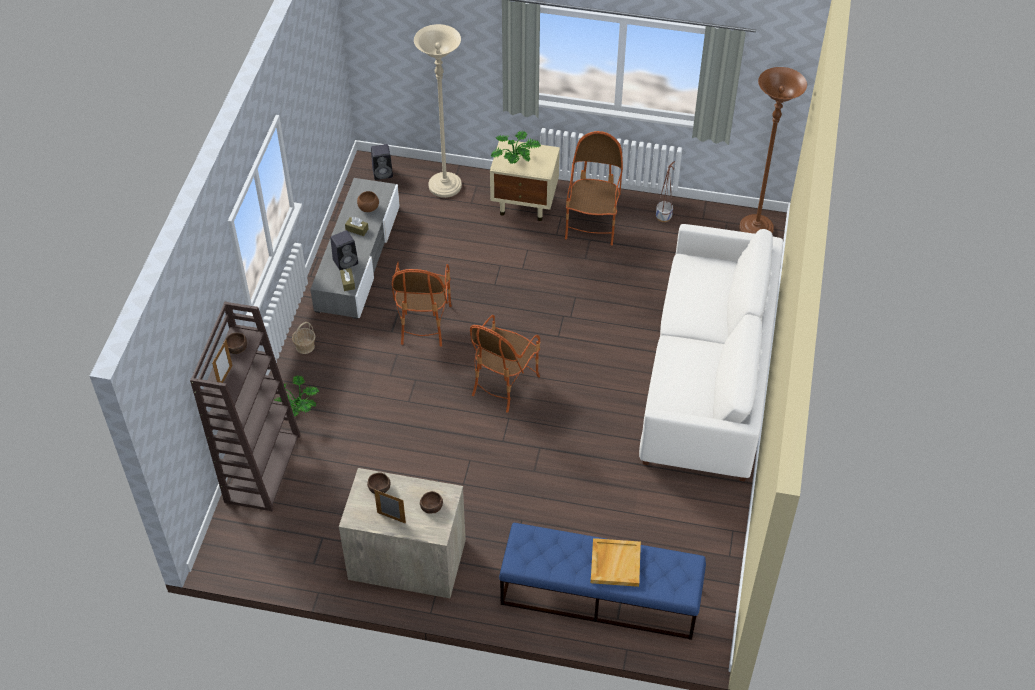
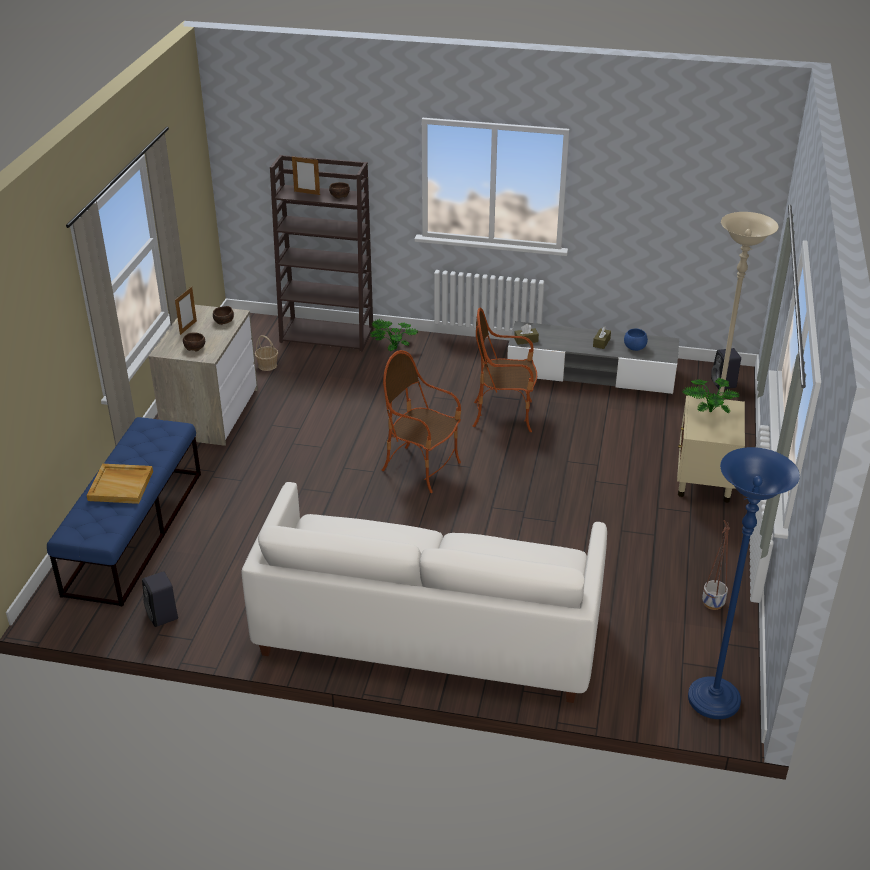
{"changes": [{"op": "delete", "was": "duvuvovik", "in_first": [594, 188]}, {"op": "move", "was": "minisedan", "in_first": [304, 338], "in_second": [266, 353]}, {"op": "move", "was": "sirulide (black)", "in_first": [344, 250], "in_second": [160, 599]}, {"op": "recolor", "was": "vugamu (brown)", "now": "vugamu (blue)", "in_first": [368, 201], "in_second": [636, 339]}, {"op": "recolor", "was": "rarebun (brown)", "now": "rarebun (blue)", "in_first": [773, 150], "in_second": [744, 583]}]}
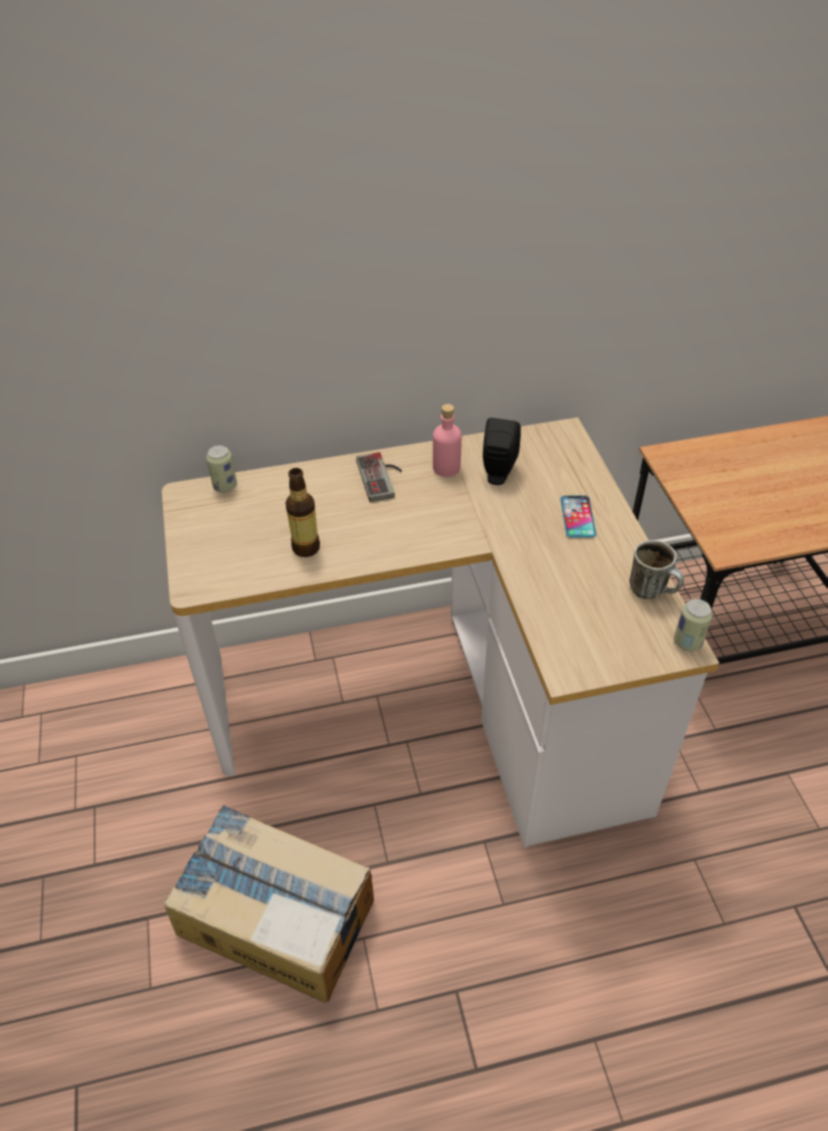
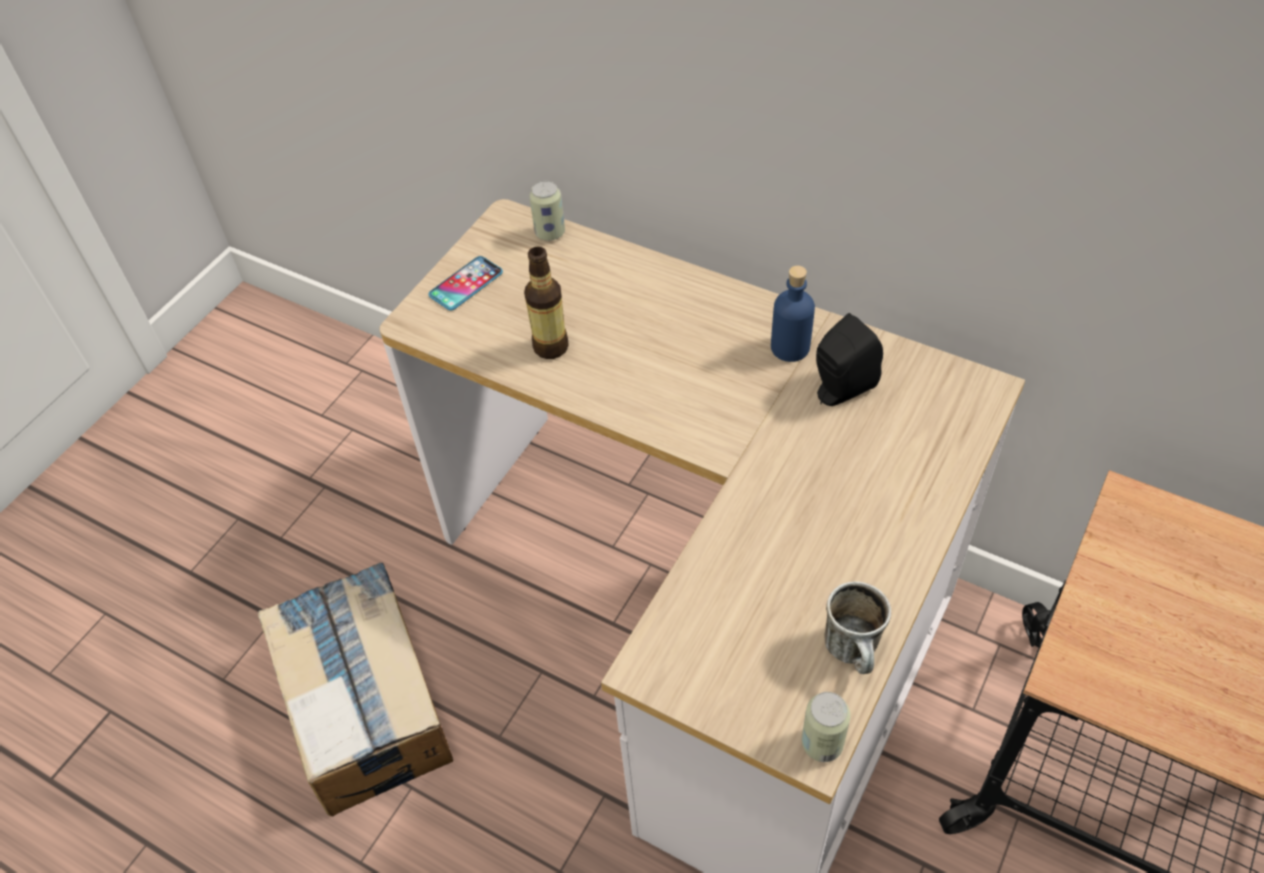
{"changes": [{"op": "delete", "was": "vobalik", "in_first": [379, 477]}, {"op": "move", "was": "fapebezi", "in_first": [578, 516], "in_second": [466, 283]}, {"op": "recolor", "was": "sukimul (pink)", "now": "sukimul (blue)", "in_first": [447, 440], "in_second": [793, 314]}]}
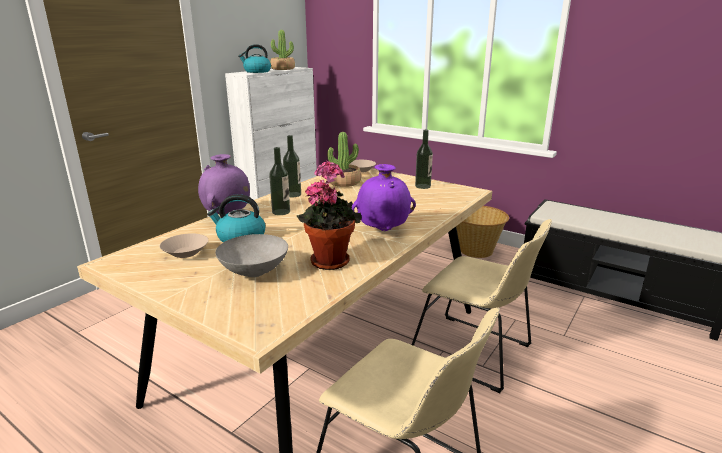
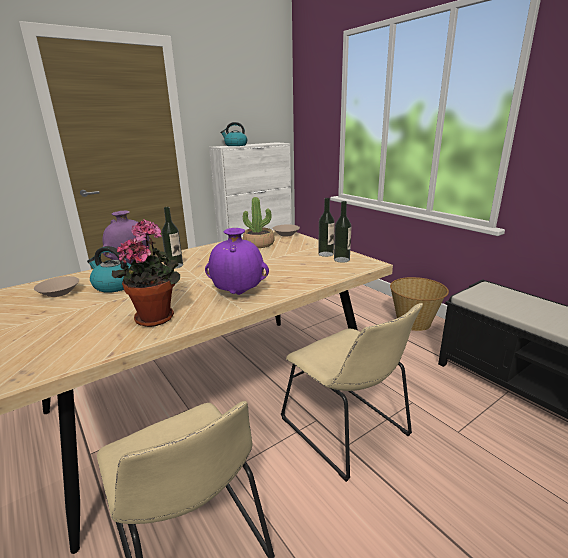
{"changes": [{"op": "delete", "was": "vugamu (grey)", "in_first": [251, 255]}, {"op": "delete", "was": "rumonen", "in_first": [282, 50]}, {"op": "move", "was": "sukimul", "in_first": [292, 166], "in_second": [342, 232]}]}
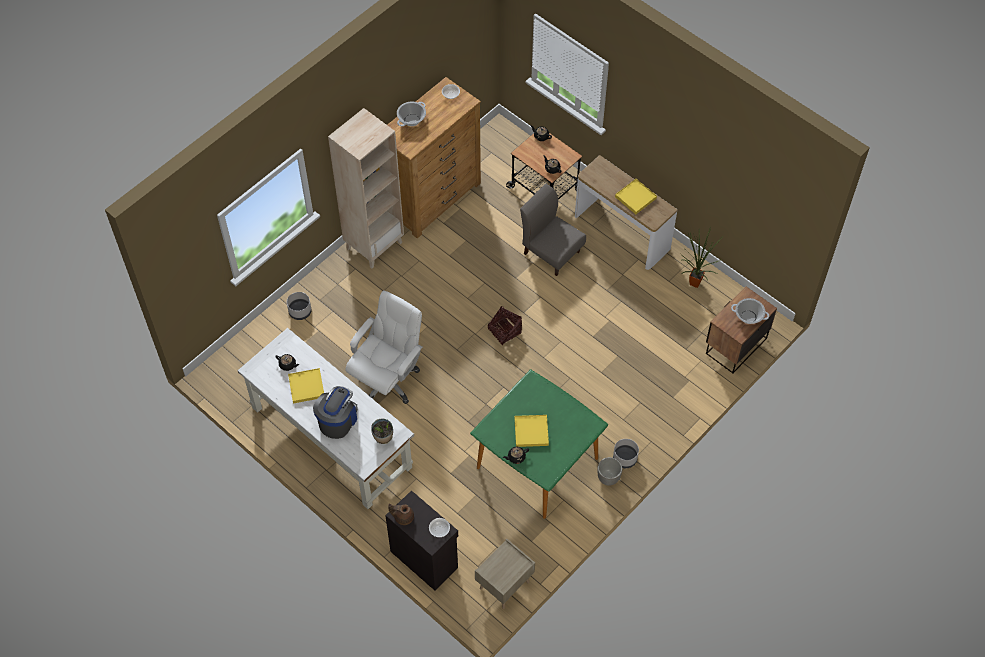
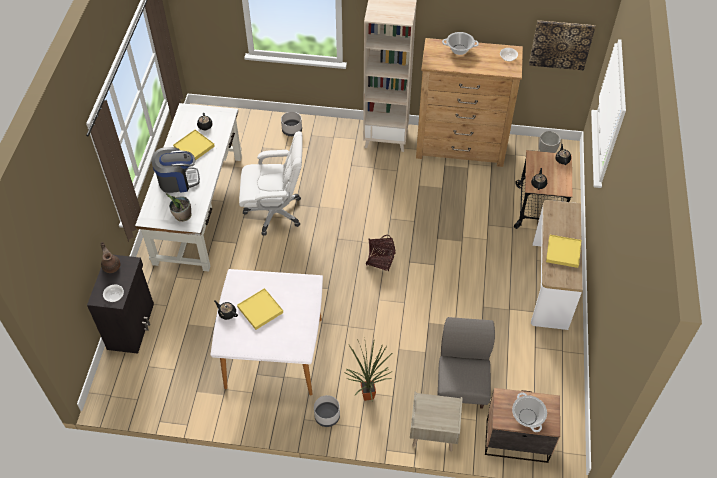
{"changes": [{"op": "insert", "now": "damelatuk", "in_second": [562, 45]}, {"op": "move", "was": "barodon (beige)", "in_first": [505, 573], "in_second": [436, 422]}, {"op": "move", "was": "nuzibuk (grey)", "in_first": [553, 230], "in_second": [466, 363]}, {"op": "move", "was": "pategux", "in_first": [609, 471], "in_second": [550, 142]}, {"op": "move", "was": "rumonen", "in_first": [701, 257], "in_second": [368, 370]}, {"op": "recolor", "was": "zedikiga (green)", "now": "zedikiga (white)", "in_first": [539, 444], "in_second": [266, 332]}]}
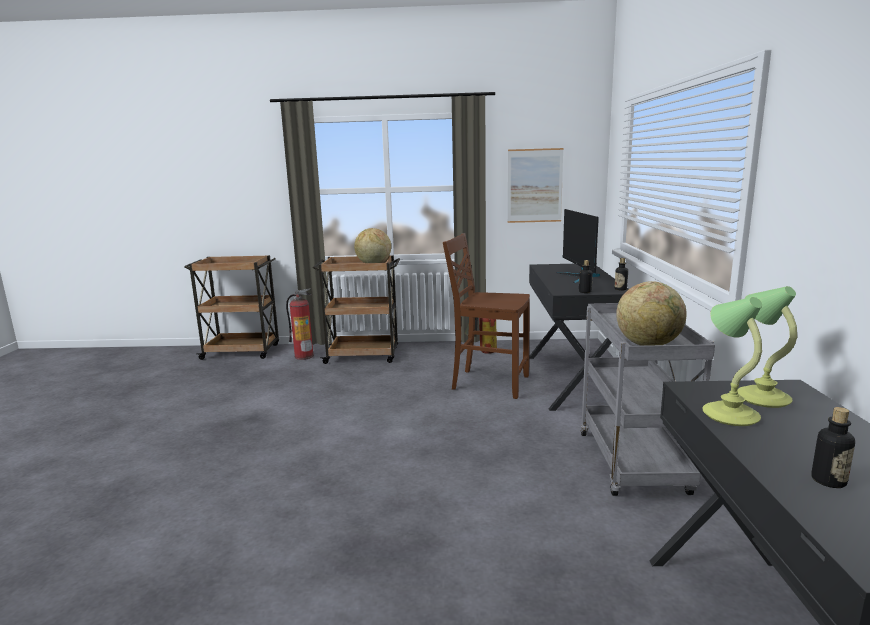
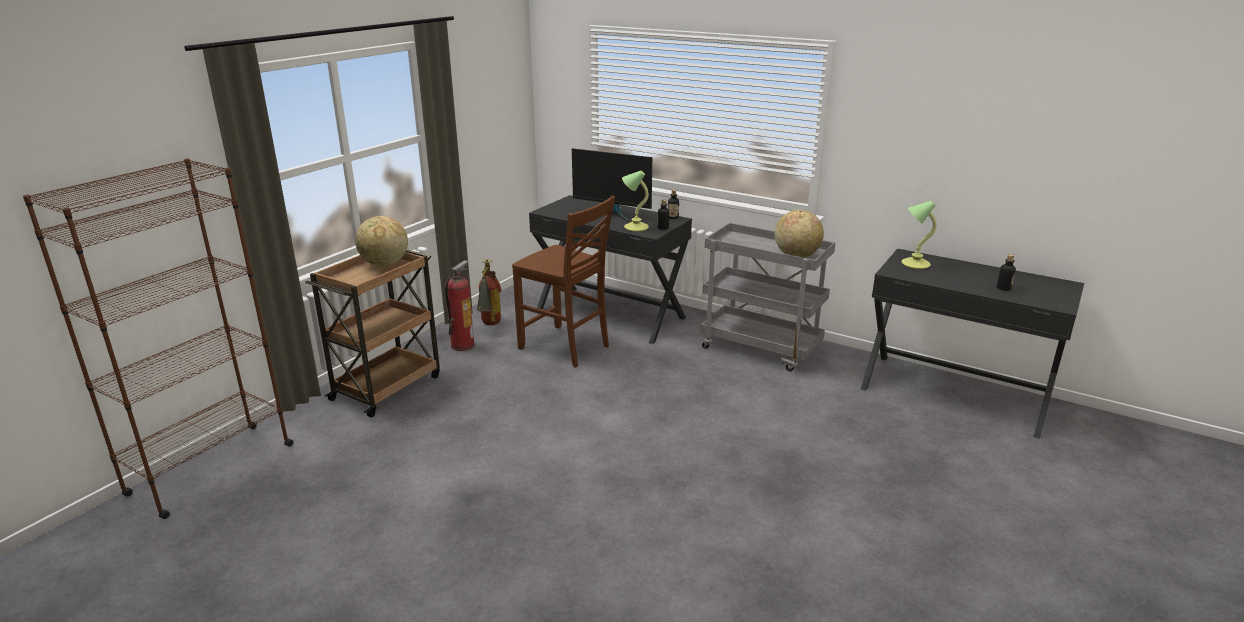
{"changes": [{"op": "delete", "was": "damelatuk", "in_first": [536, 185]}, {"op": "move", "was": "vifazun", "in_first": [300, 324], "in_second": [460, 305]}, {"op": "move", "was": "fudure", "in_first": [732, 361], "in_second": [635, 201]}, {"op": "replace", "was": "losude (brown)", "now": "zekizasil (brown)", "in_first": [231, 307], "in_second": [158, 338]}, {"op": "rotate", "was": "nuzibuk (brown)", "in_first": [486, 316], "in_second": [563, 282], "clockwise": -105}]}
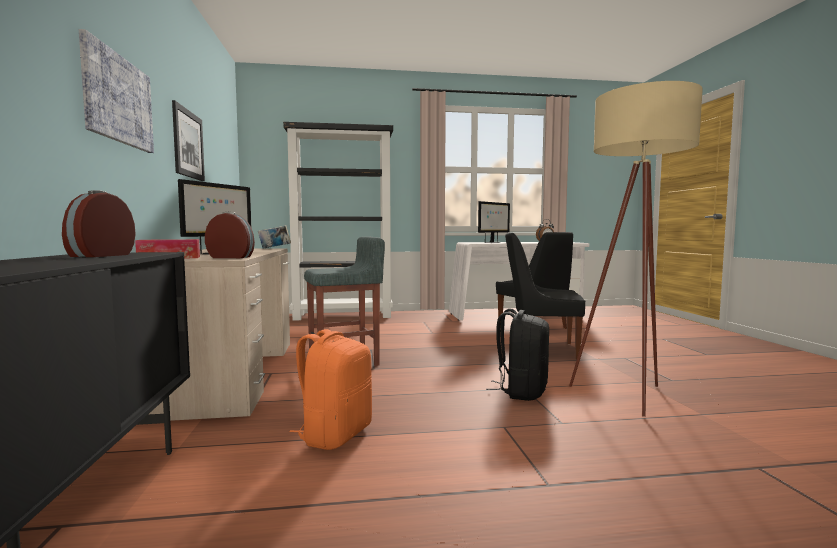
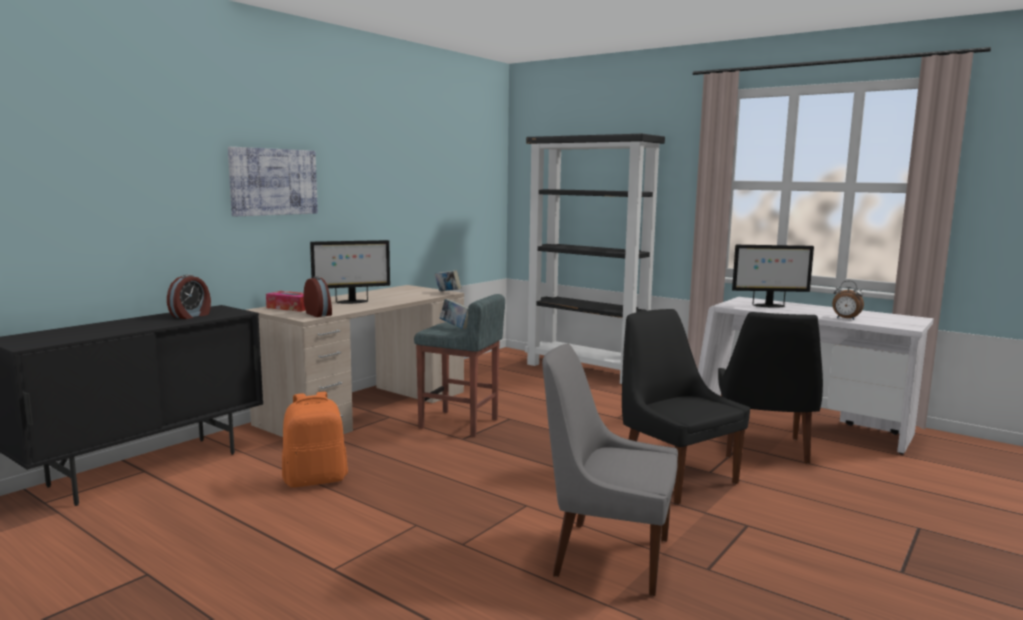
{"changes": [{"op": "delete", "was": "damelatuk", "in_first": [188, 140]}, {"op": "delete", "was": "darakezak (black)", "in_first": [517, 355]}, {"op": "insert", "now": "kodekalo", "in_second": [454, 314]}, {"op": "replace", "was": "rarebun (beige)", "now": "nuzibuk (grey)", "in_first": [636, 249], "in_second": [610, 470]}, {"op": "rotate", "was": "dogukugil", "in_first": [99, 223], "in_second": [189, 296], "clockwise": 150}]}
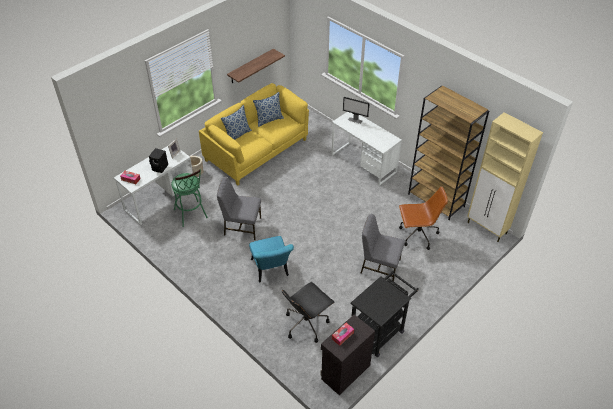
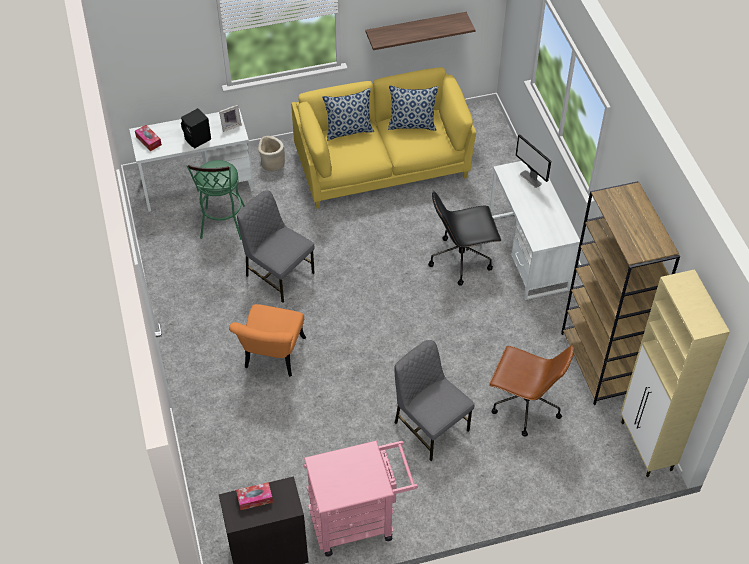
{"changes": [{"op": "move", "was": "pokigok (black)", "in_first": [308, 312], "in_second": [464, 238]}, {"op": "recolor", "was": "nuzibuk (turquoise)", "now": "nuzibuk (orange)", "in_first": [271, 259], "in_second": [267, 340]}, {"op": "recolor", "was": "losude (black)", "now": "losude (pink)", "in_first": [384, 313], "in_second": [361, 498]}]}
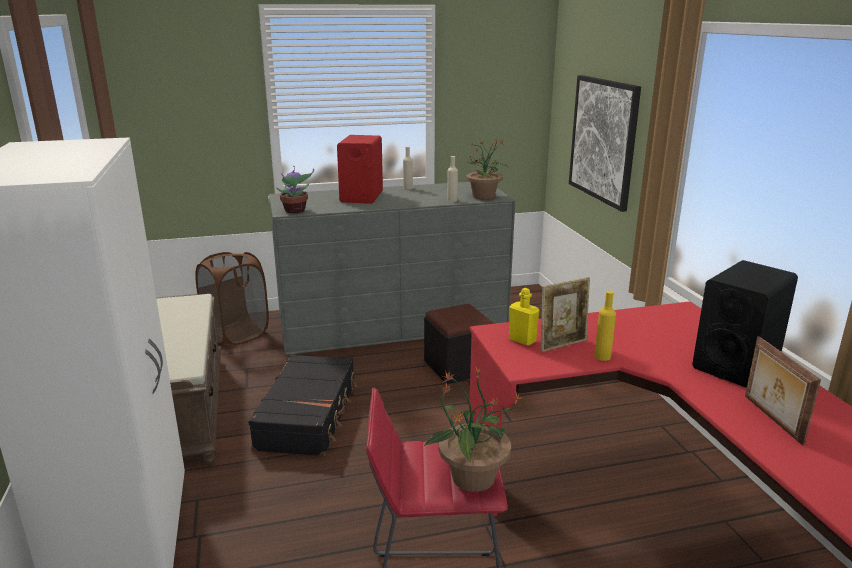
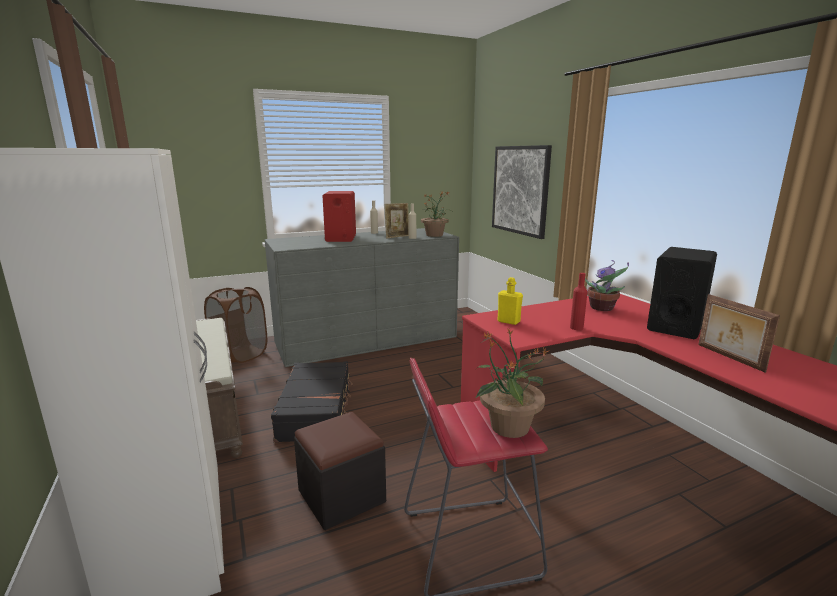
{"changes": [{"op": "move", "was": "rumonen", "in_first": [295, 189], "in_second": [607, 285]}, {"op": "move", "was": "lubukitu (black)", "in_first": [459, 344], "in_second": [340, 471]}, {"op": "move", "was": "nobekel", "in_first": [565, 314], "in_second": [396, 220]}, {"op": "recolor", "was": "sukimul (yellow)", "now": "sukimul (red)", "in_first": [605, 326], "in_second": [579, 301]}]}
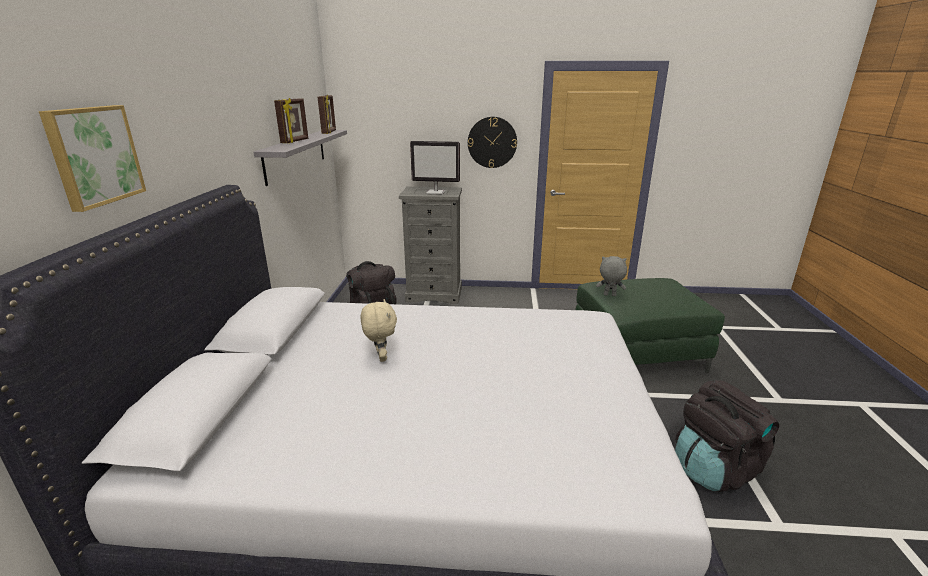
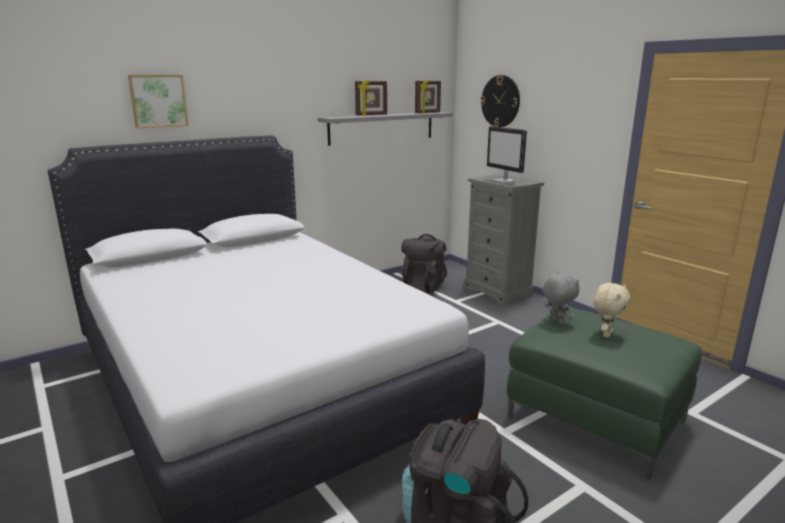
{"changes": [{"op": "move", "was": "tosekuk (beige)", "in_first": [378, 330], "in_second": [611, 310]}, {"op": "move", "was": "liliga", "in_first": [492, 142], "in_second": [500, 101]}]}
